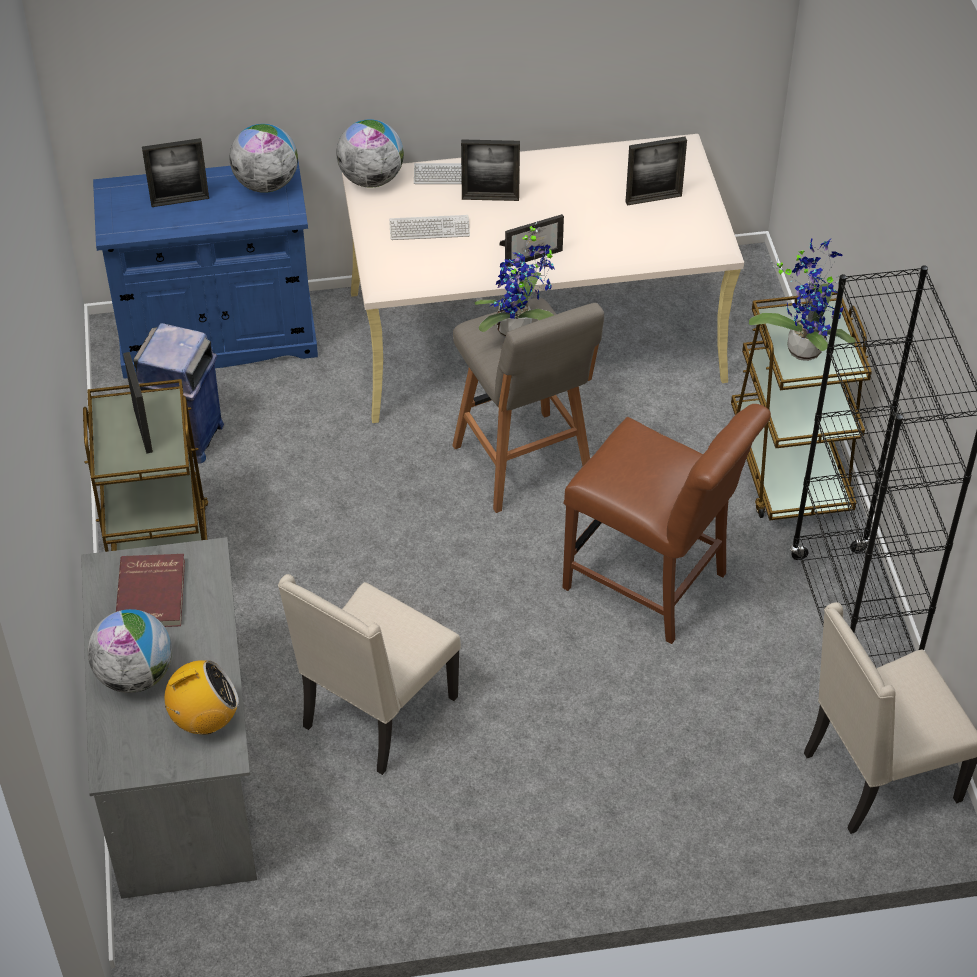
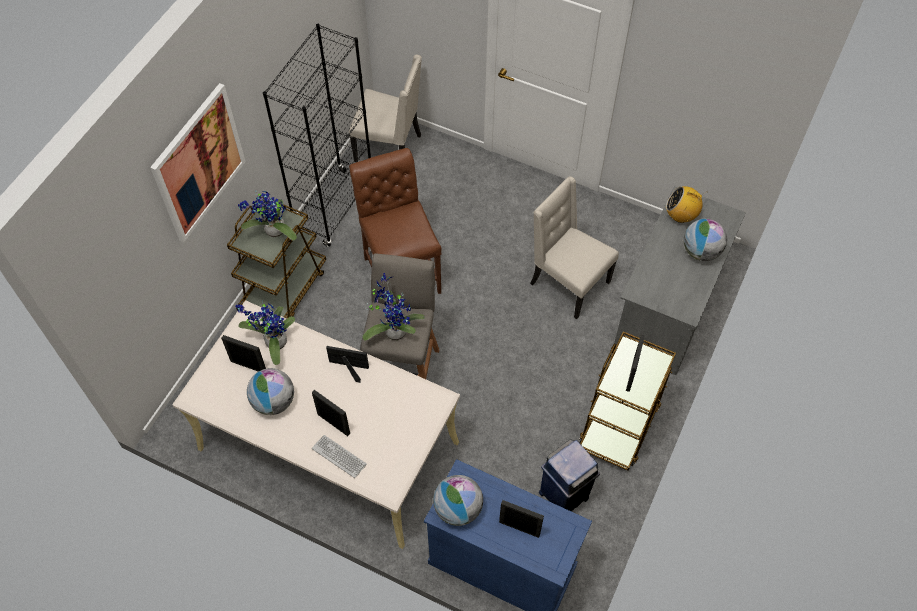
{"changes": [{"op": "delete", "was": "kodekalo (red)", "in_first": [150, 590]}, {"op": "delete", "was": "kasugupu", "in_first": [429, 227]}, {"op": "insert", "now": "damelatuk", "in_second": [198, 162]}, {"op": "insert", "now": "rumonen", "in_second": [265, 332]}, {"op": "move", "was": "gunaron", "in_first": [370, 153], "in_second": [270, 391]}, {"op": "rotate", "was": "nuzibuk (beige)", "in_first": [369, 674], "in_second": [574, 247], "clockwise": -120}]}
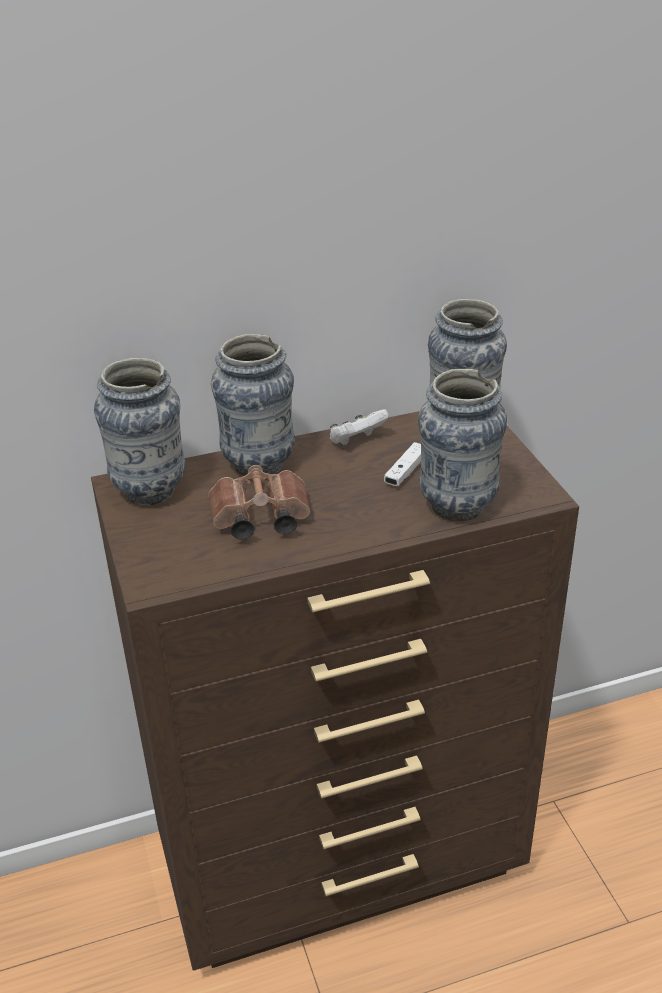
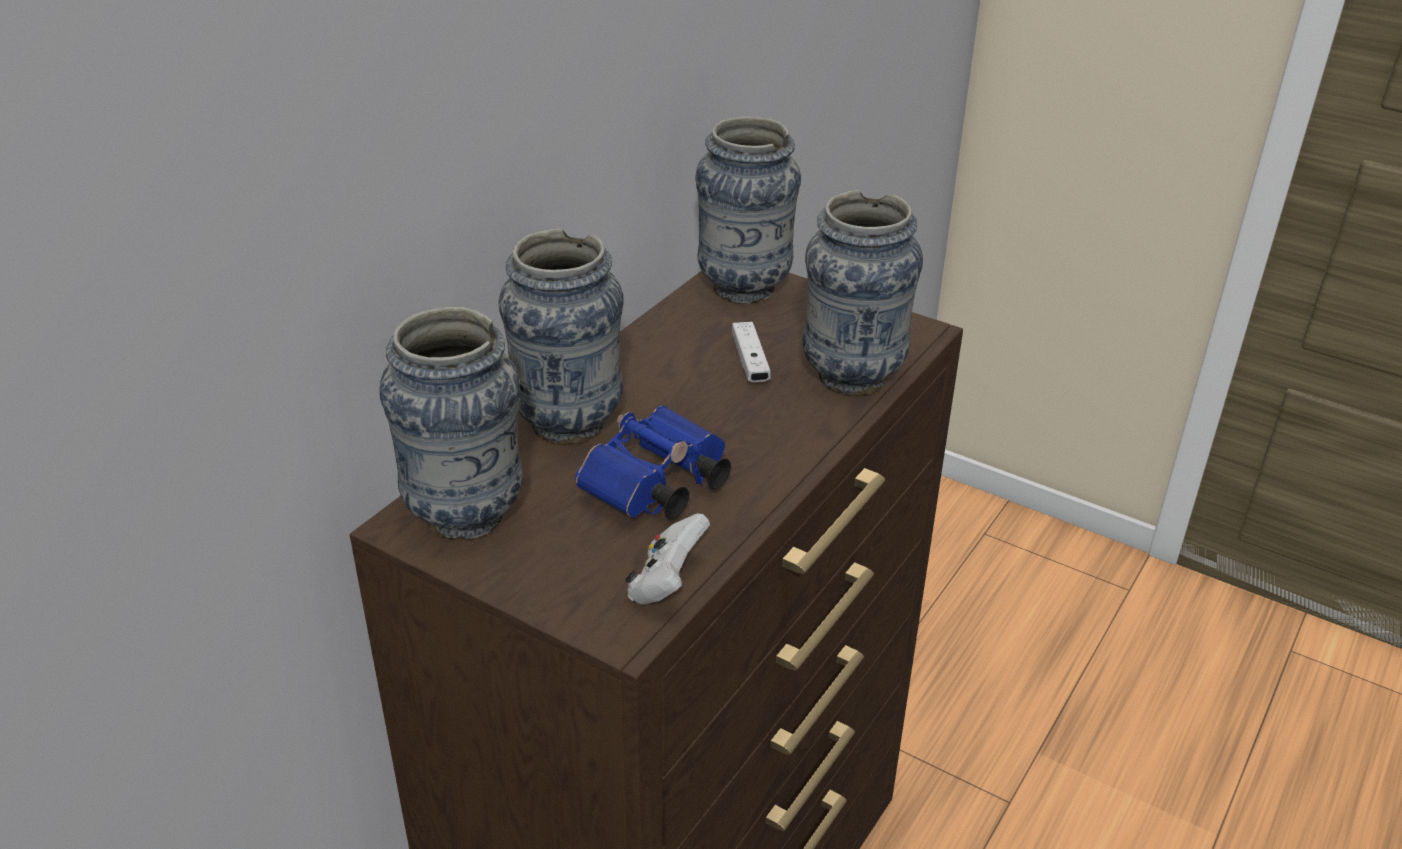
{"changes": [{"op": "move", "was": "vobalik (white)", "in_first": [359, 427], "in_second": [668, 559]}, {"op": "recolor", "was": "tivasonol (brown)", "now": "tivasonol (blue)", "in_first": [259, 502], "in_second": [653, 462]}]}
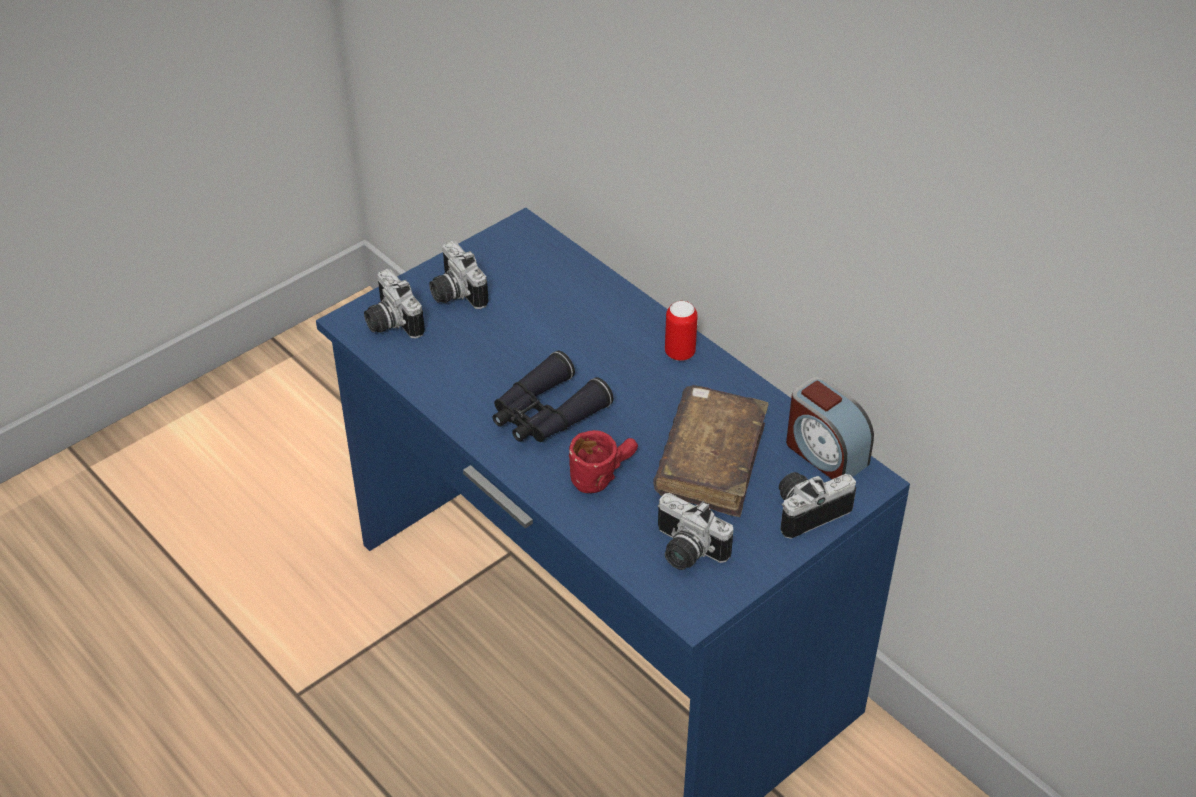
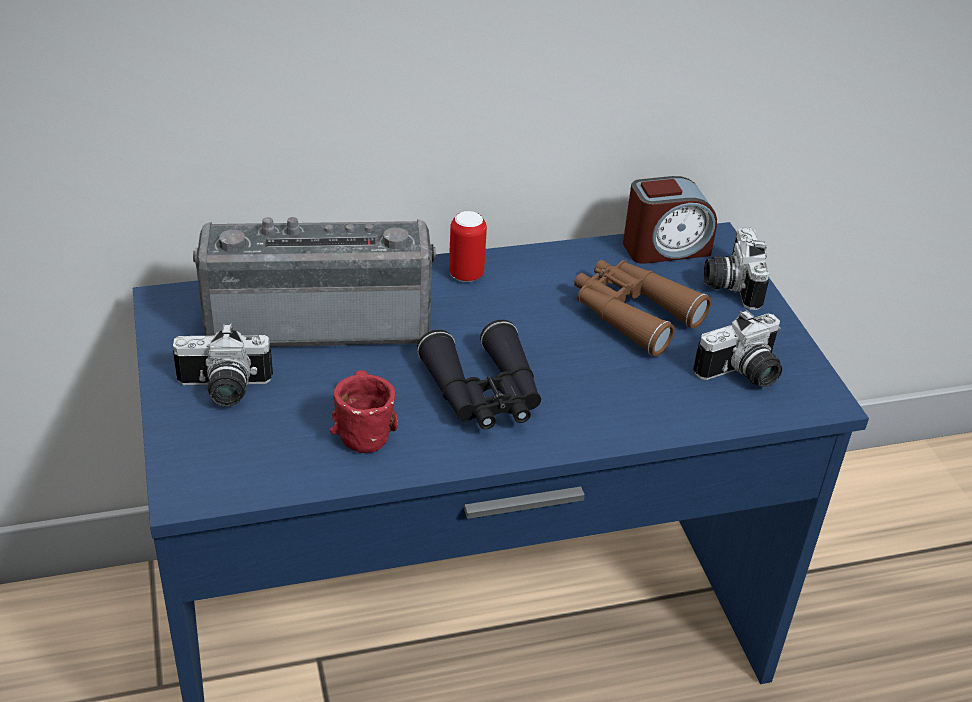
{"changes": [{"op": "delete", "was": "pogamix", "in_first": [394, 304]}, {"op": "insert", "now": "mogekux", "in_second": [314, 282]}, {"op": "move", "was": "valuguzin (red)", "in_first": [603, 461], "in_second": [364, 411]}, {"op": "replace", "was": "kodekalo (brown)", "now": "tivasonol (brown)", "in_first": [711, 451], "in_second": [643, 308]}]}
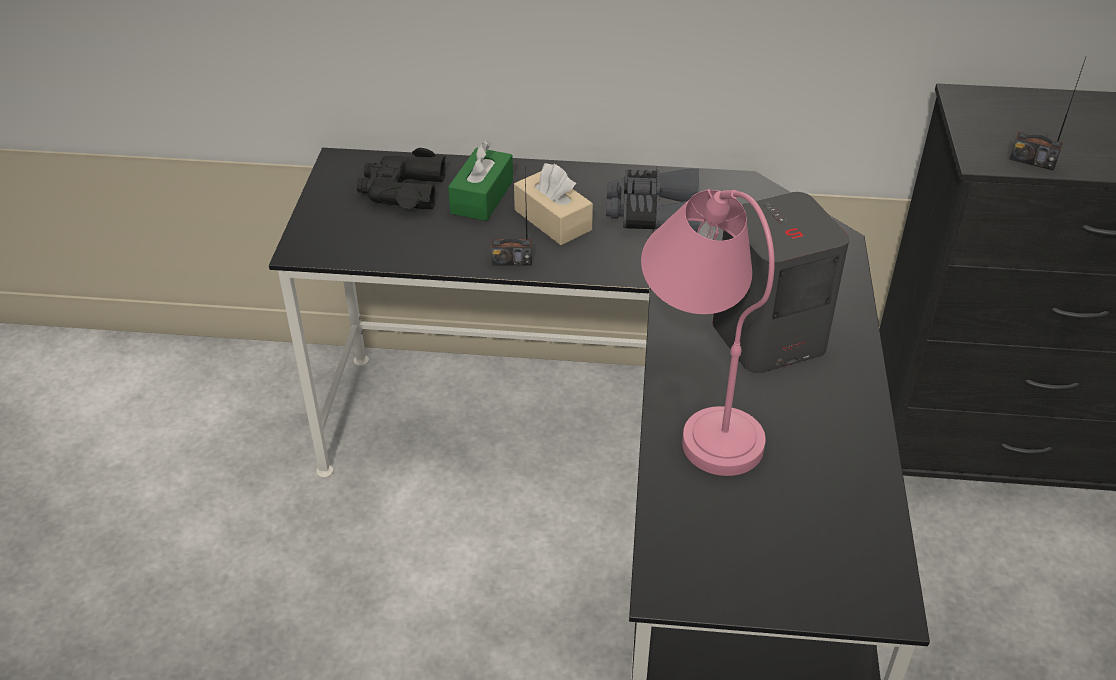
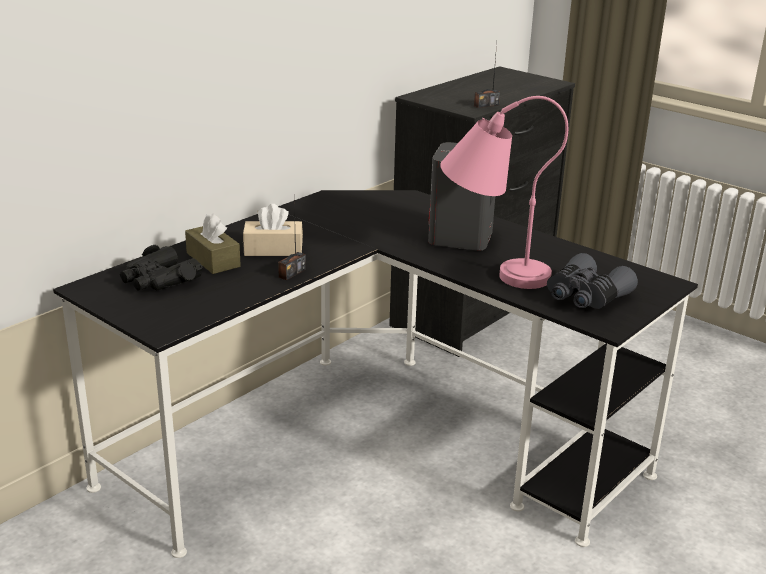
{"changes": [{"op": "move", "was": "tivasonol (grey)", "in_first": [653, 200], "in_second": [592, 281]}, {"op": "recolor", "was": "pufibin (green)", "now": "pufibin (brown)", "in_first": [480, 180], "in_second": [213, 243]}]}
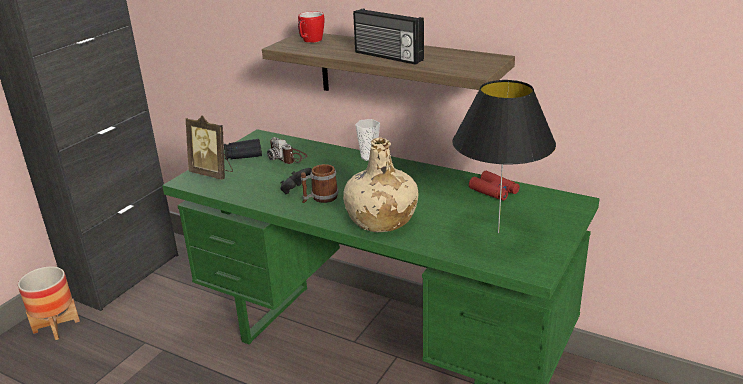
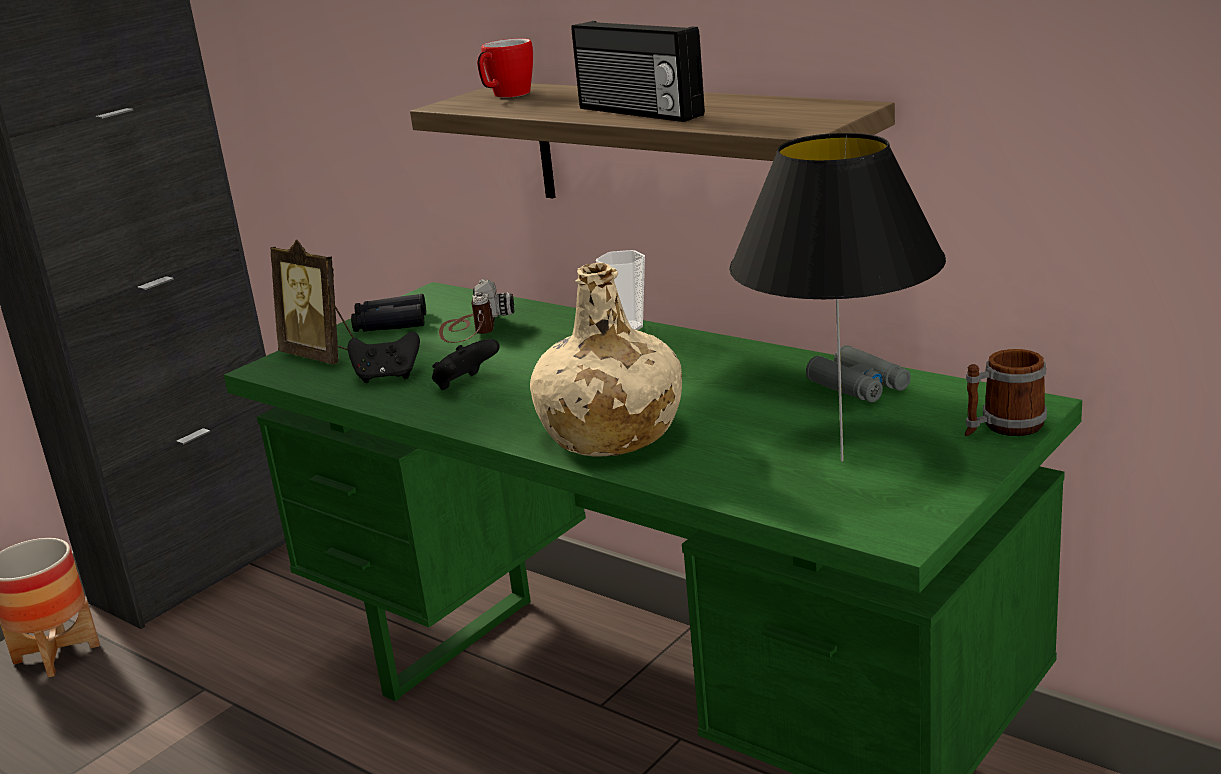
{"changes": [{"op": "insert", "now": "vobalik (black)", "in_second": [384, 357]}, {"op": "move", "was": "valuguzin", "in_first": [320, 183], "in_second": [1006, 392]}, {"op": "recolor", "was": "tivasonol (red)", "now": "tivasonol (grey)", "in_first": [494, 186], "in_second": [858, 374]}, {"op": "rotate", "was": "pogamix", "in_first": [287, 150], "in_second": [476, 311], "clockwise": -150}]}
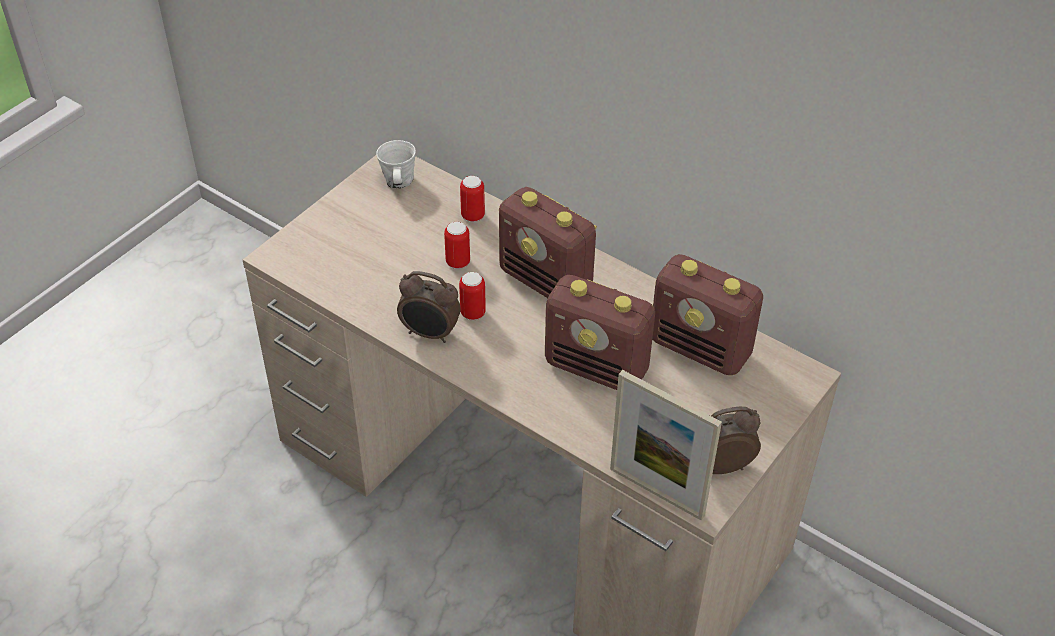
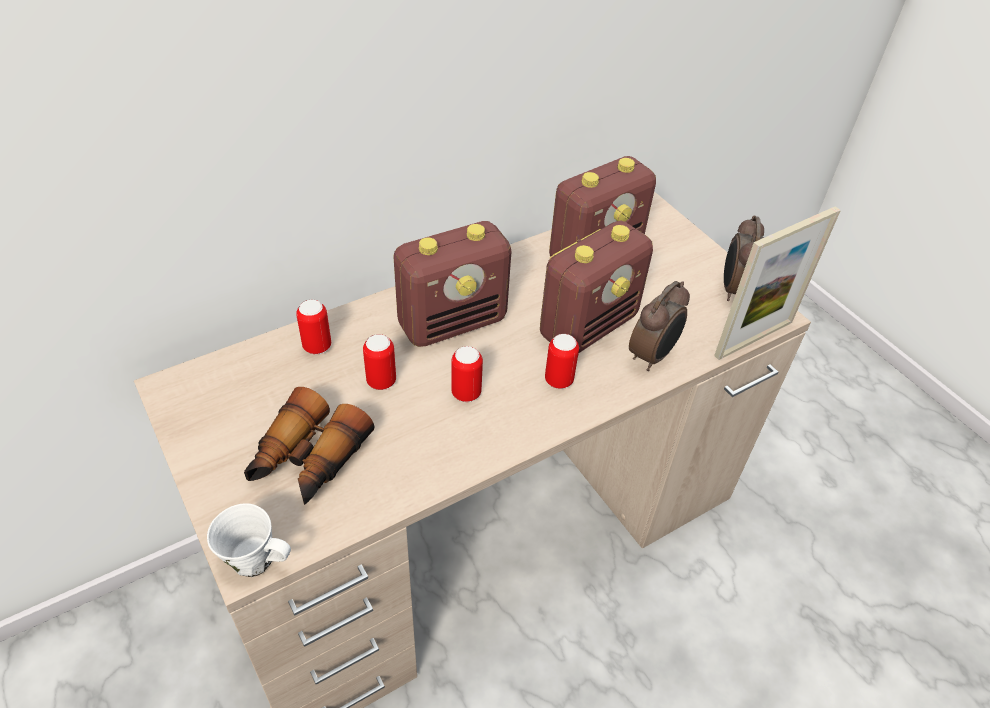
{"changes": [{"op": "insert", "now": "tivasonol", "in_second": [309, 446]}, {"op": "insert", "now": "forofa", "in_second": [562, 361]}, {"op": "move", "was": "valuguzin (white)", "in_first": [396, 164], "in_second": [249, 540]}, {"op": "move", "was": "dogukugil", "in_first": [429, 307], "in_second": [659, 326]}]}
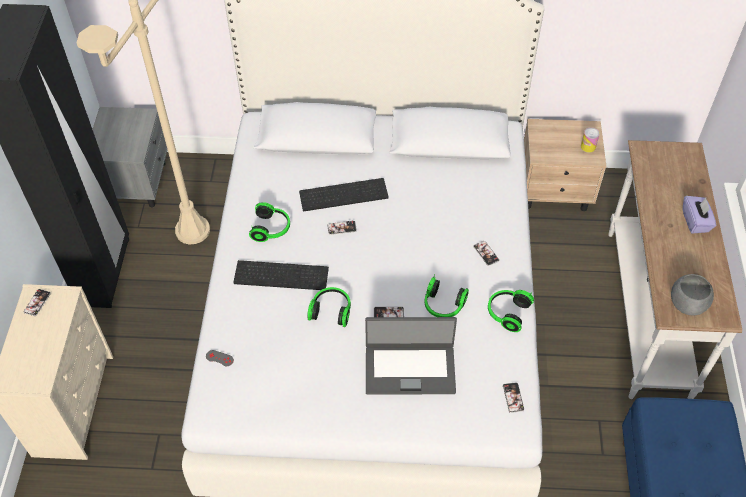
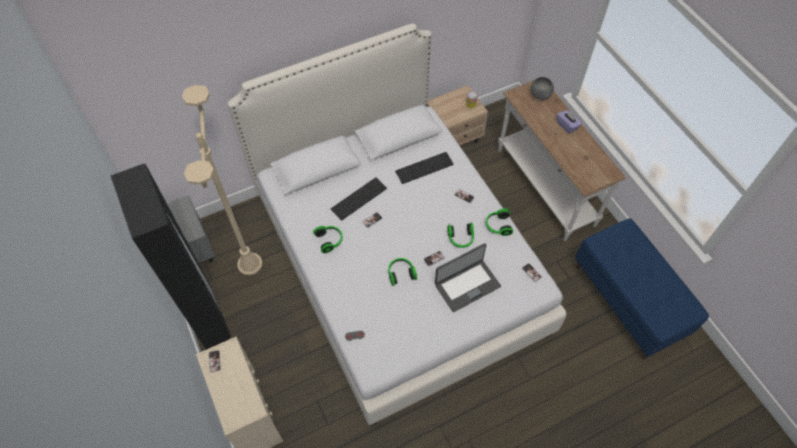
{"changes": [{"op": "move", "was": "kasugupu", "in_first": [281, 275], "in_second": [424, 168]}, {"op": "move", "was": "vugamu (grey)", "in_first": [692, 294], "in_second": [542, 88]}]}
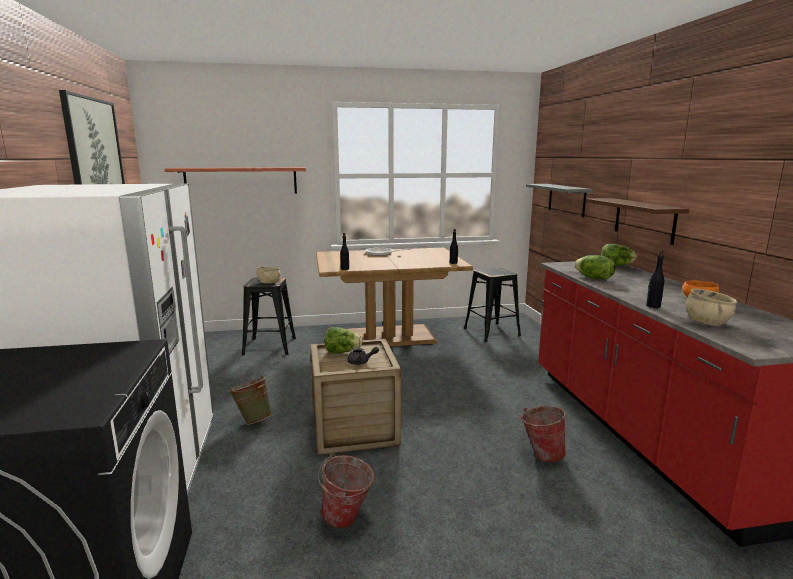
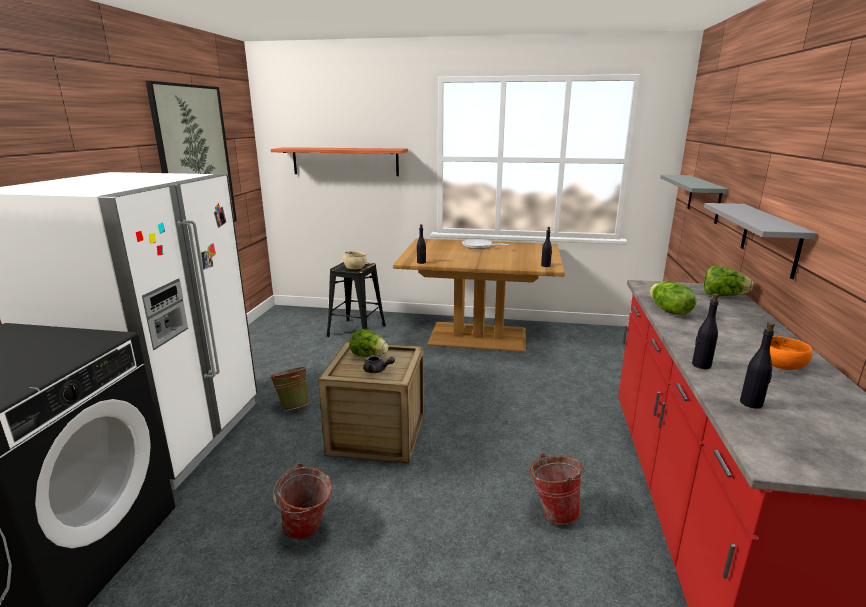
{"changes": [{"op": "delete", "was": "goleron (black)", "in_first": [492, 305]}, {"op": "replace", "was": "vugamu (beige)", "now": "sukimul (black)", "in_first": [711, 307], "in_second": [757, 365]}, {"op": "recolor", "was": "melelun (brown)", "now": "melelun (grey)", "in_first": [637, 221], "in_second": [760, 241]}]}
